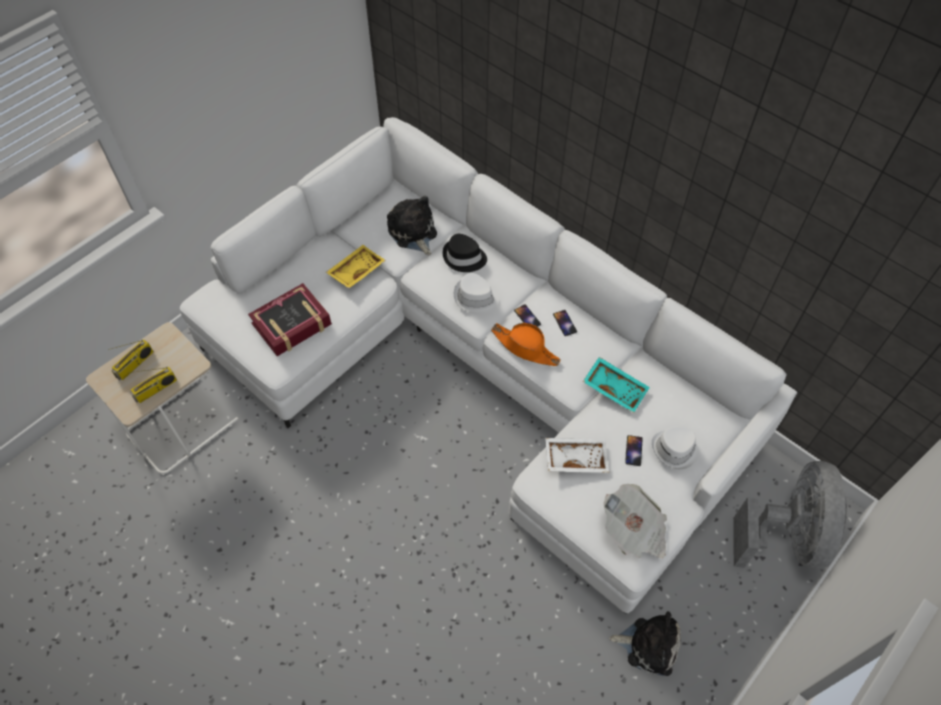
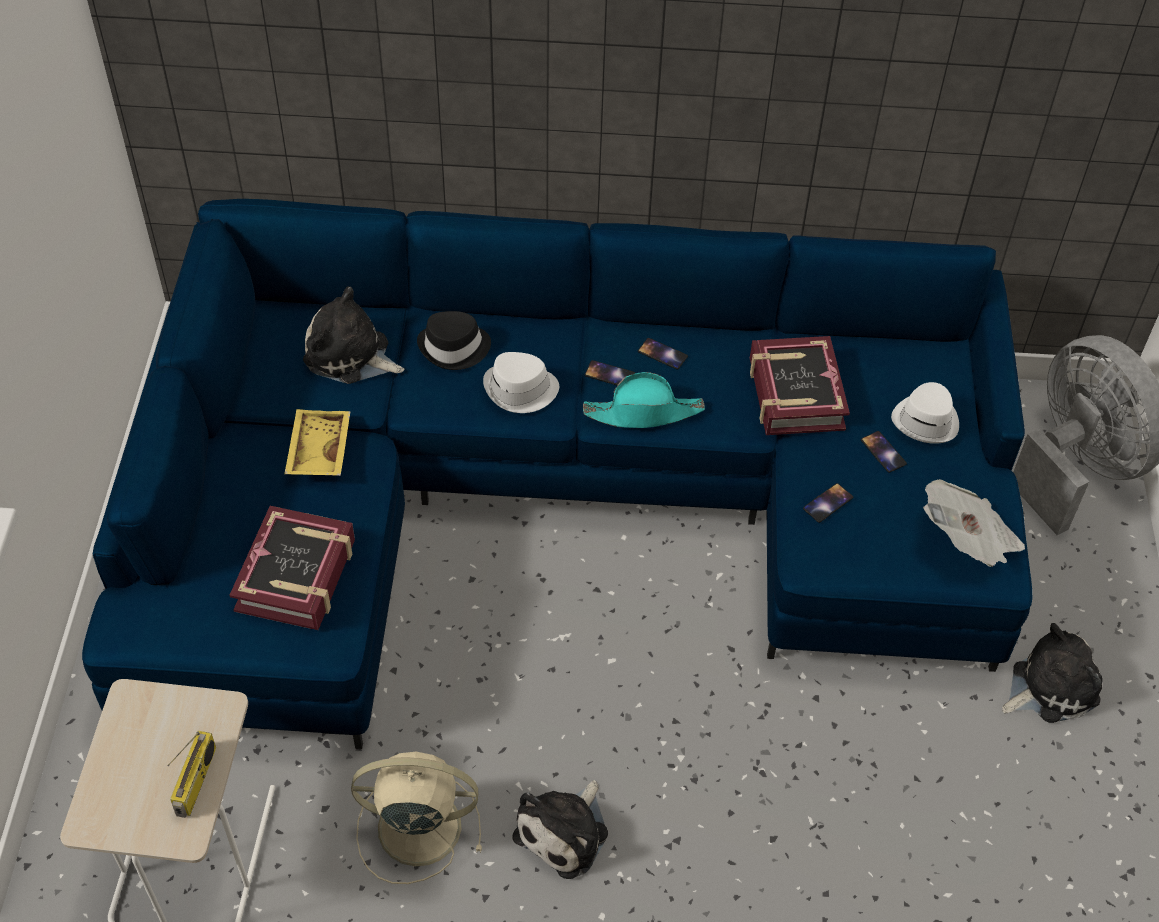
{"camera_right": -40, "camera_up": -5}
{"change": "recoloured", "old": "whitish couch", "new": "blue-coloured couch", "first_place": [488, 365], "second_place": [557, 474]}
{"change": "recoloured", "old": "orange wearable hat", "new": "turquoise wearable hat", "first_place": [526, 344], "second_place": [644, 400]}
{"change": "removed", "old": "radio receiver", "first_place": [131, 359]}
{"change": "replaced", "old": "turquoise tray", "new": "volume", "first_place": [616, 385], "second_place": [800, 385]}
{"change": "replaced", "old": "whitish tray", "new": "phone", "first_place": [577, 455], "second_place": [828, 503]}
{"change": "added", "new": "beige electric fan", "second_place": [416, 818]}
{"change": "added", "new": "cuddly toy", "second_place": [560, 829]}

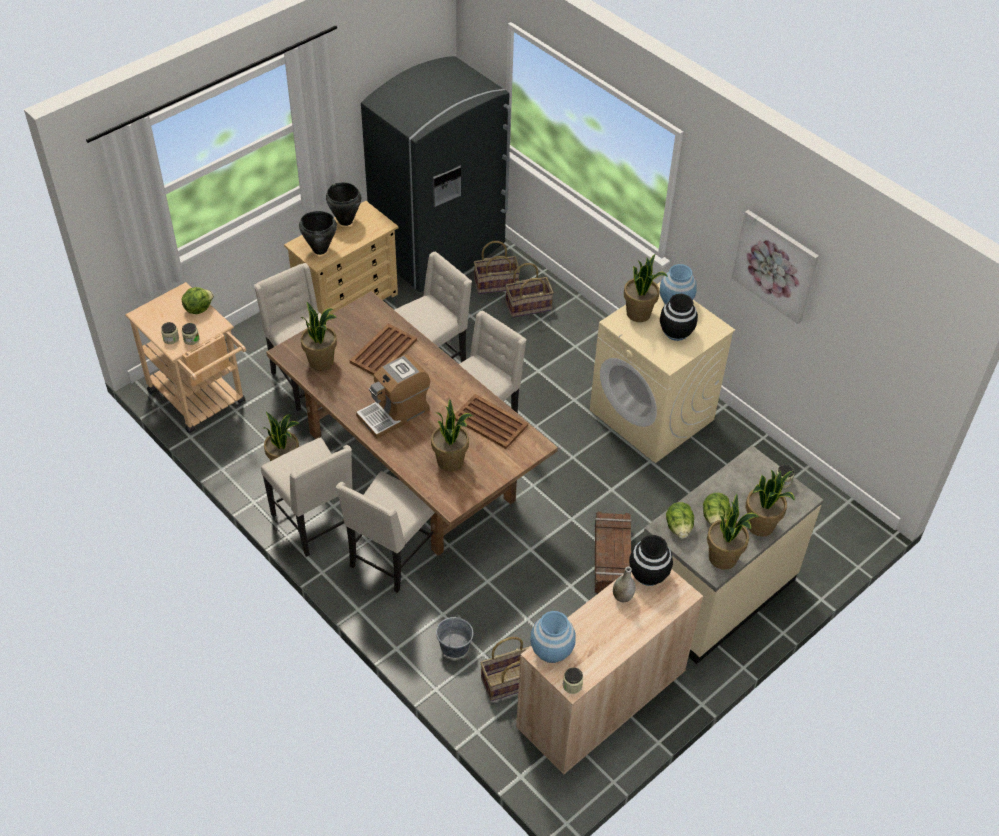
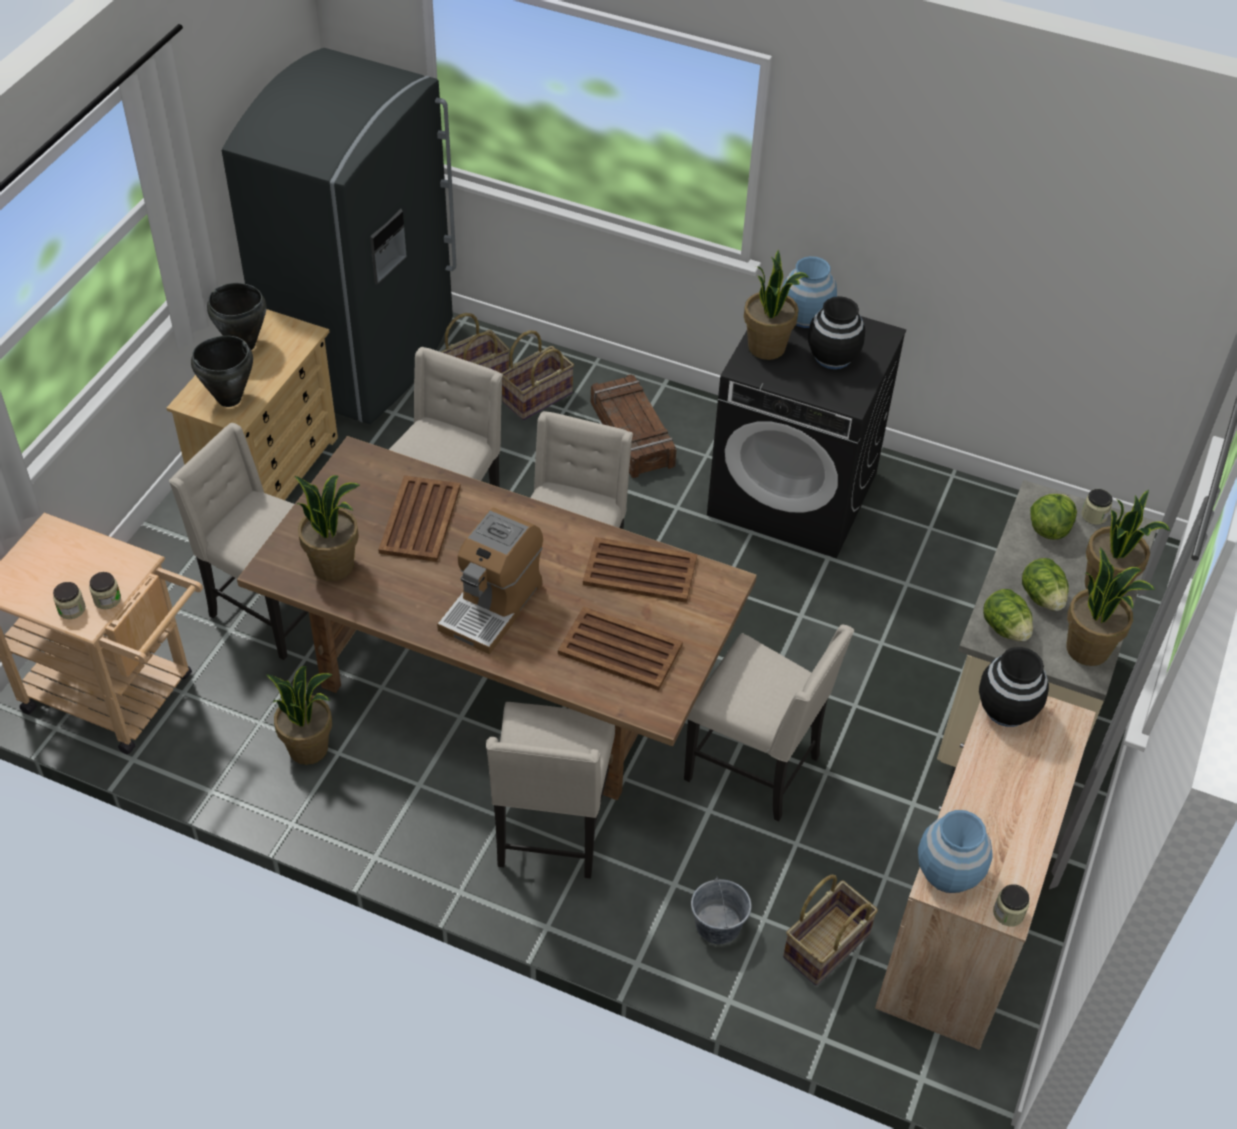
{"camera_right": -25, "camera_up": 0}
{"change": "removed", "old": "wall picture", "first_place": [775, 267]}
{"change": "recoloured", "old": "beige laundry machine", "new": "blackish laundry machine", "first_place": [662, 372], "second_place": [806, 437]}
{"change": "moved", "old": "lettuce head", "first_place": [198, 300], "second_place": [1054, 517]}
{"change": "replaced", "old": "potted plant", "new": "brown-coloured tray", "first_place": [452, 435], "second_place": [620, 648]}
{"change": "moved", "old": "beige plain chair", "first_place": [307, 497], "second_place": [769, 723]}
{"change": "moved", "old": "packing crate", "first_place": [612, 552], "second_place": [633, 426]}
{"change": "removed", "old": "grey flower vase", "first_place": [624, 584]}

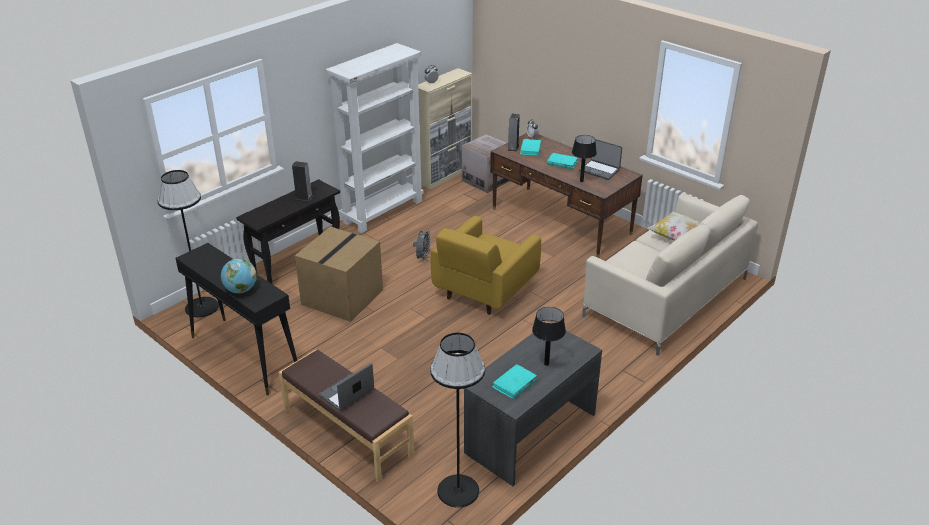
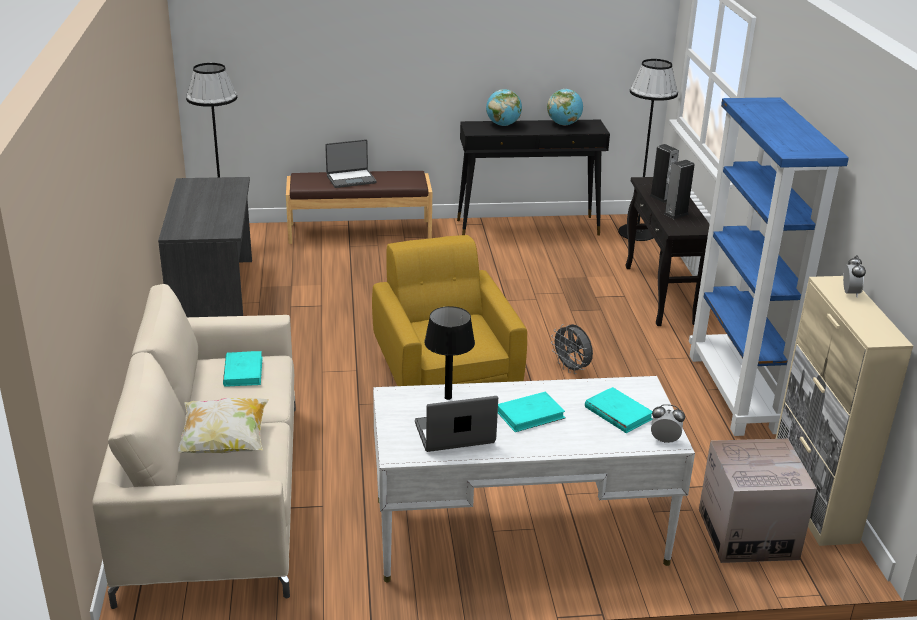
{"camera_right": 130, "camera_up": -5}
{"change": "recoloured", "old": "whitish bookshelf", "new": "blue-coloured bookshelf", "first_place": [374, 138], "second_place": [769, 266]}
{"change": "moved", "old": "speaker", "first_place": [514, 132], "second_place": [664, 173]}
{"change": "recoloured", "old": "brown-coloured desk", "new": "whitish desk", "first_place": [566, 195], "second_place": [534, 479]}
{"change": "removed", "old": "carton", "first_place": [339, 274]}
{"change": "removed", "old": "blackish tabletop lamp", "first_place": [549, 336]}
{"change": "turned", "old": "portable computer", "first_place": [346, 387], "second_place": [351, 163], "degrees": 75}
{"change": "moved", "old": "turquoise volume", "first_place": [514, 381], "second_place": [243, 369]}
{"change": "added", "new": "desk globe", "second_place": [565, 107]}

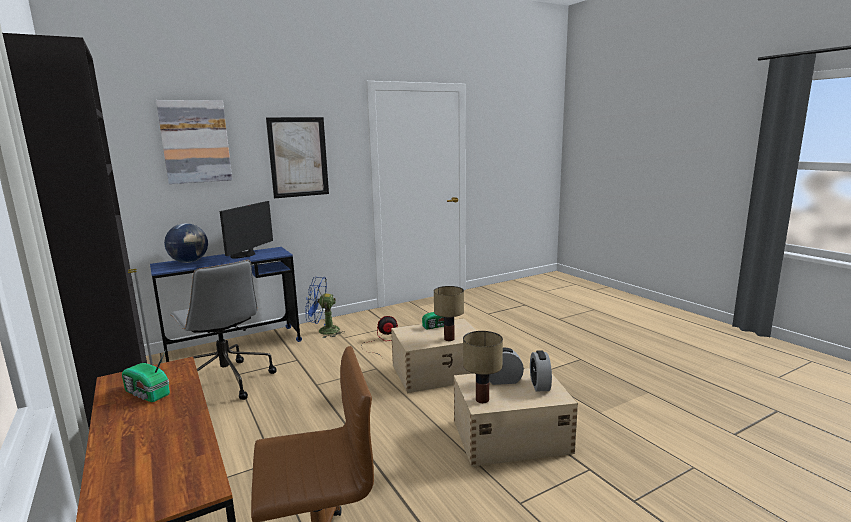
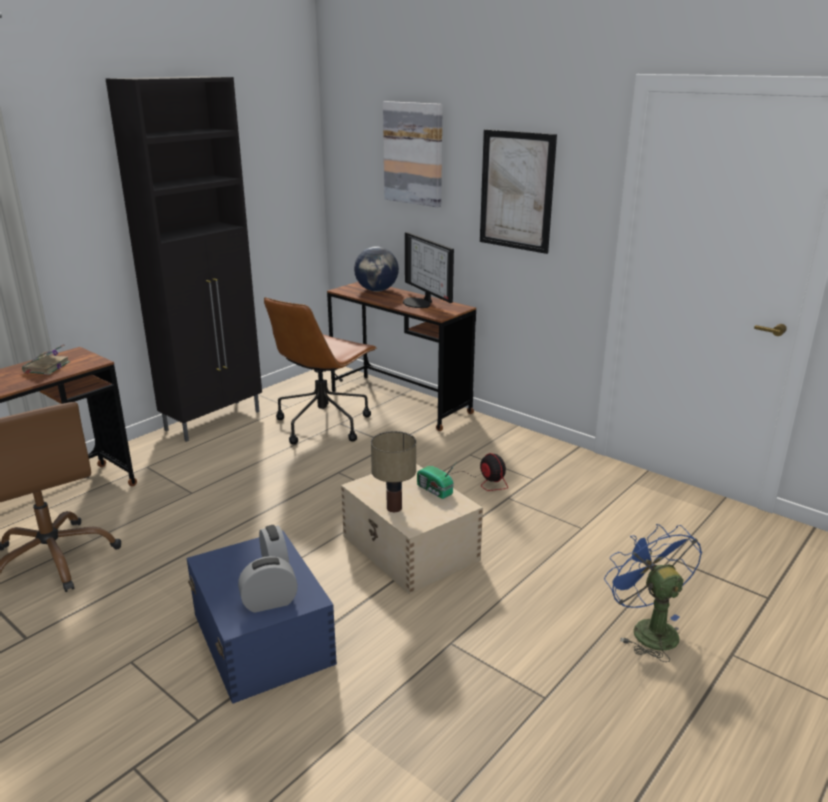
{"camera_right": 70, "camera_up": 10}
{"change": "turned", "old": "computer display", "first_place": [246, 230], "second_place": [428, 270], "degrees": -120}
{"change": "recoloured", "old": "blue-coloured desk", "new": "brown-coloured desk", "first_place": [226, 304], "second_place": [401, 356]}
{"change": "recoloured", "old": "grey desk chair", "new": "brown-coloured desk chair", "first_place": [223, 330], "second_place": [320, 371]}
{"change": "moved", "old": "blue-coloured electric fan", "first_place": [325, 307], "second_place": [653, 593]}
{"change": "removed", "old": "tabletop lamp", "first_place": [483, 367]}
{"change": "replaced", "old": "radio receiver", "new": "volume", "first_place": [146, 376], "second_place": [46, 359]}
{"change": "recoloured", "old": "beige storage bin", "new": "blue-coloured storage bin", "first_place": [516, 417], "second_place": [261, 617]}

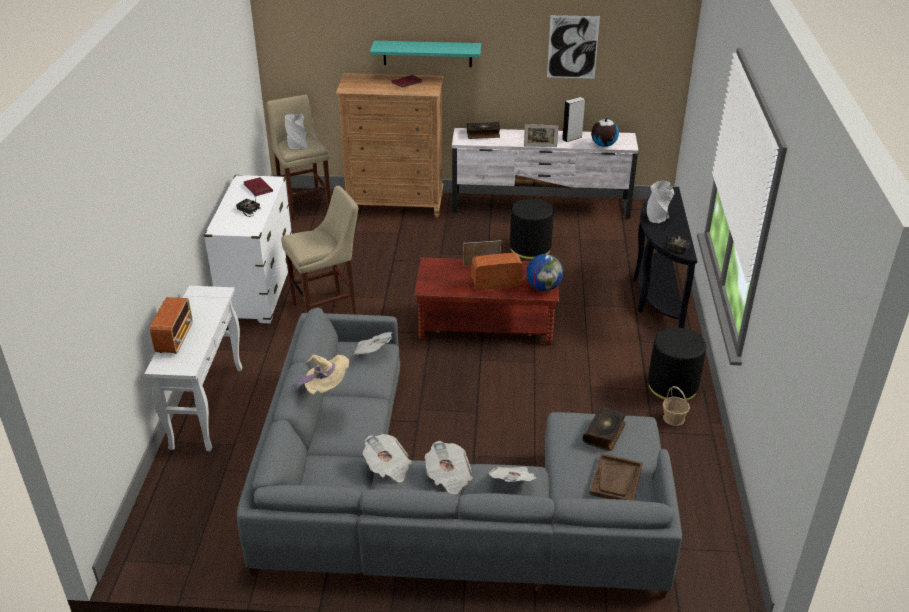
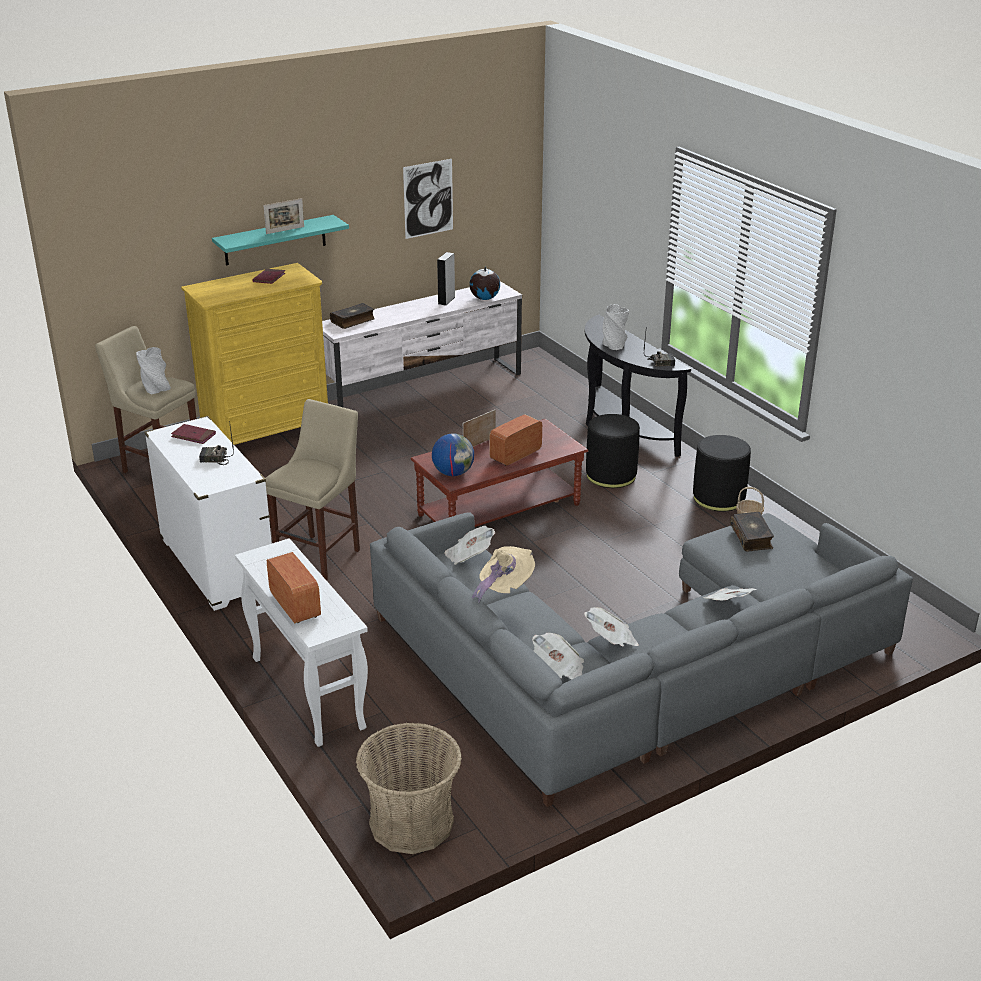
{"camera_right": -35, "camera_up": -5}
{"change": "recoloured", "old": "brown-coloured chest of drawers", "new": "yellow-coloured chest of drawers", "first_place": [389, 145], "second_place": [254, 354]}
{"change": "moved", "old": "picture frame", "first_place": [541, 135], "second_place": [283, 216]}
{"change": "moved", "old": "blackish footrest", "first_place": [532, 229], "second_place": [613, 451]}
{"change": "moved", "old": "desk globe", "first_place": [544, 272], "second_place": [453, 455]}
{"change": "moved", "old": "printed paper", "first_place": [449, 468], "second_place": [558, 656]}
{"change": "removed", "old": "brown-coloured tray", "first_place": [616, 477]}
{"change": "added", "new": "household basket", "second_place": [409, 788]}

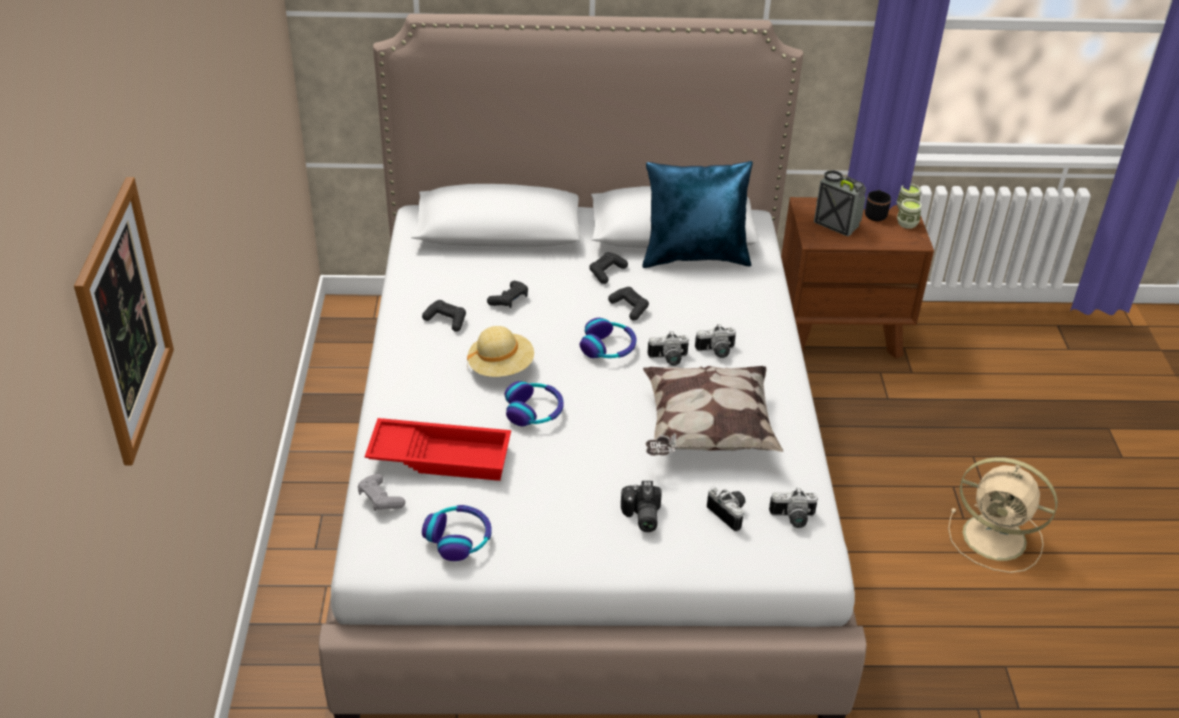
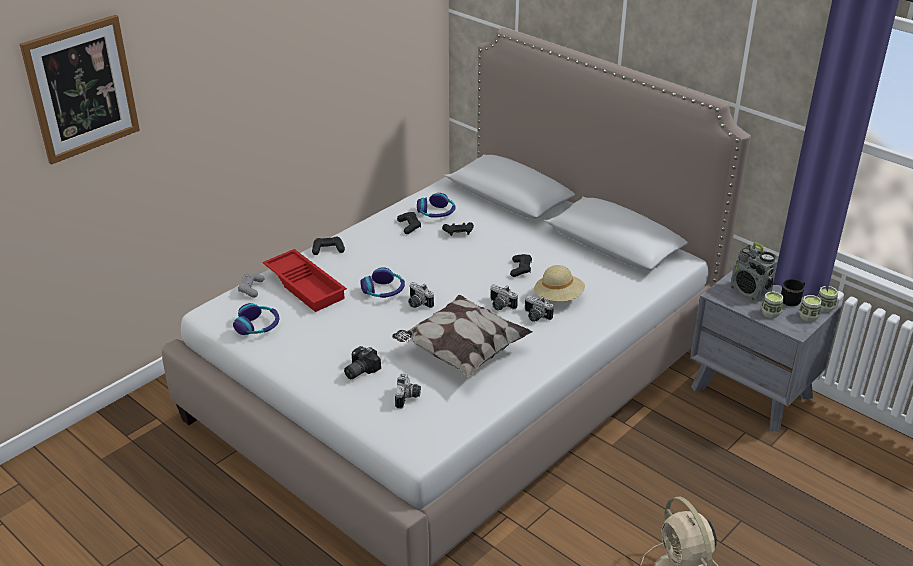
{"camera_right": 45, "camera_up": -5}
{"change": "removed", "old": "blue-coloured cushion", "first_place": [697, 214]}
{"change": "turned", "old": "radio receiver", "first_place": [840, 203], "second_place": [754, 272], "degrees": 150}
{"change": "recoloured", "old": "brown-coloured night table", "new": "grey night table", "first_place": [857, 278], "second_place": [766, 351]}
{"change": "moved", "old": "blackish gamepad", "first_place": [608, 268], "second_place": [328, 245]}
{"change": "moved", "old": "headset", "first_place": [608, 338], "second_place": [436, 205]}
{"change": "moved", "old": "beige wearable hat", "first_place": [500, 351], "second_place": [559, 283]}
{"change": "moved", "old": "still camera", "first_place": [793, 508], "second_place": [421, 295]}
{"change": "added", "new": "cup", "second_place": [772, 304]}

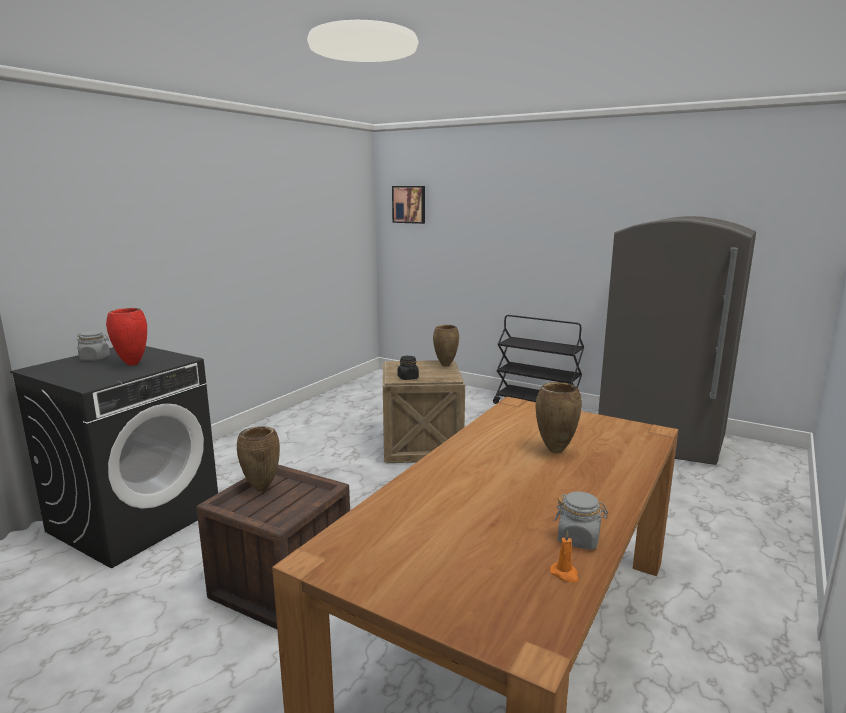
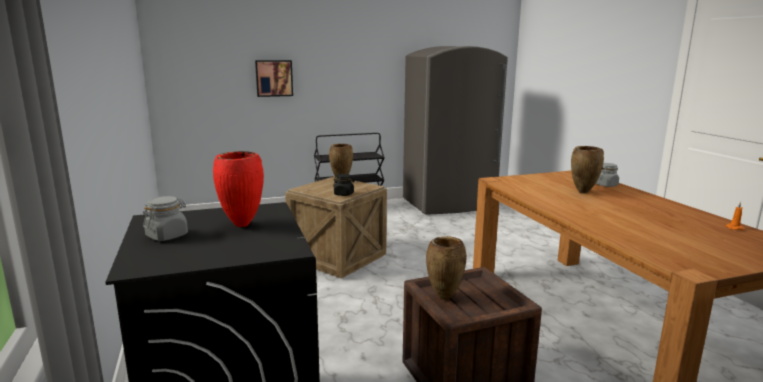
{"camera_right": -50, "camera_up": 0}
{"change": "moved", "old": "wall picture", "first_place": [408, 205], "second_place": [274, 78]}
{"change": "moved", "old": "grey jar", "first_place": [581, 520], "second_place": [607, 175]}

